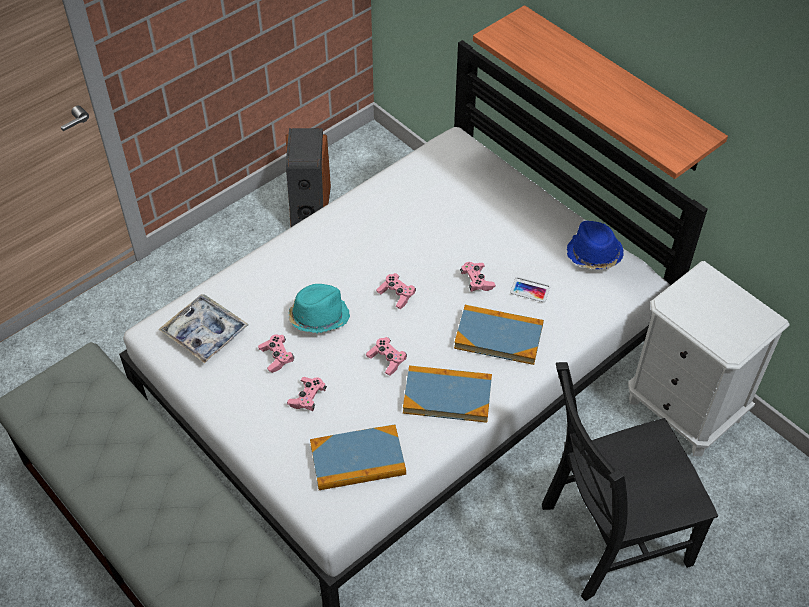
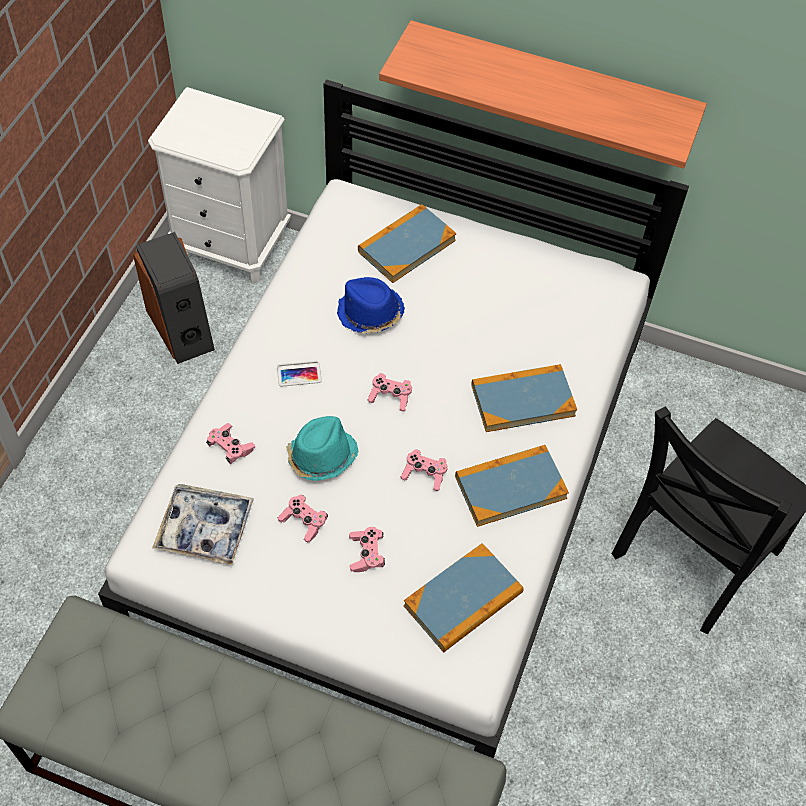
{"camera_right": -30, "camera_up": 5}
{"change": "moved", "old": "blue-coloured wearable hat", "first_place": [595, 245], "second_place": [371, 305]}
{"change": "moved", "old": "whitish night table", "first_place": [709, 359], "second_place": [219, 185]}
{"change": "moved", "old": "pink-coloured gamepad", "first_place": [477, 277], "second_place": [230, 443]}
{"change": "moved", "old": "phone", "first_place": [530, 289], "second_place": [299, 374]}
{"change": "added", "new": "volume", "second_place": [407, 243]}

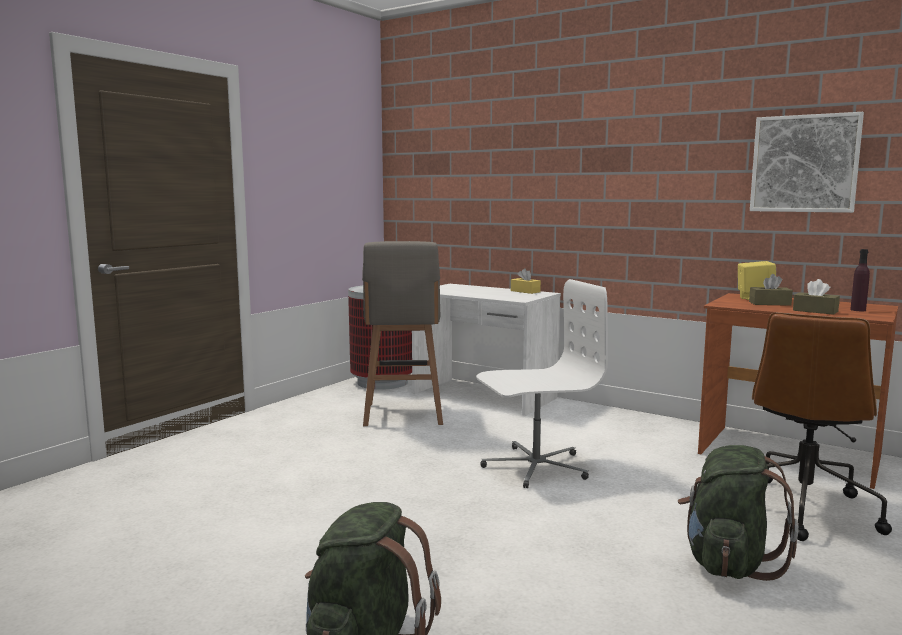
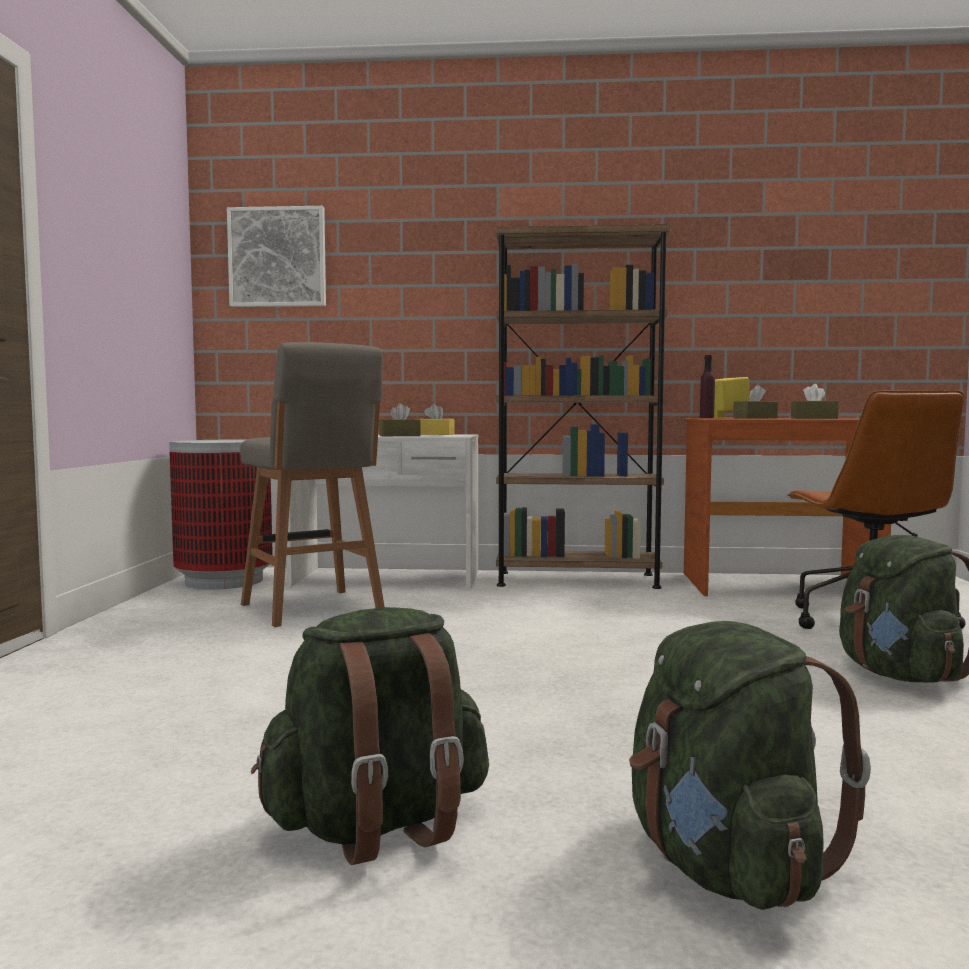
{"camera_right": -30, "camera_up": -5}
{"change": "moved", "old": "wall picture", "first_place": [807, 162], "second_place": [276, 256]}
{"change": "moved", "old": "purple-coloured drink bottle", "first_place": [860, 280], "second_place": [707, 386]}
{"change": "removed", "old": "whitish desk chair", "first_place": [542, 383]}
{"change": "added", "new": "brown-coloured bookshelf", "second_place": [583, 406]}
{"change": "added", "new": "brown-coloured tissue holder", "second_place": [400, 419]}
{"change": "added", "new": "green-coloured backpack", "second_place": [370, 736]}

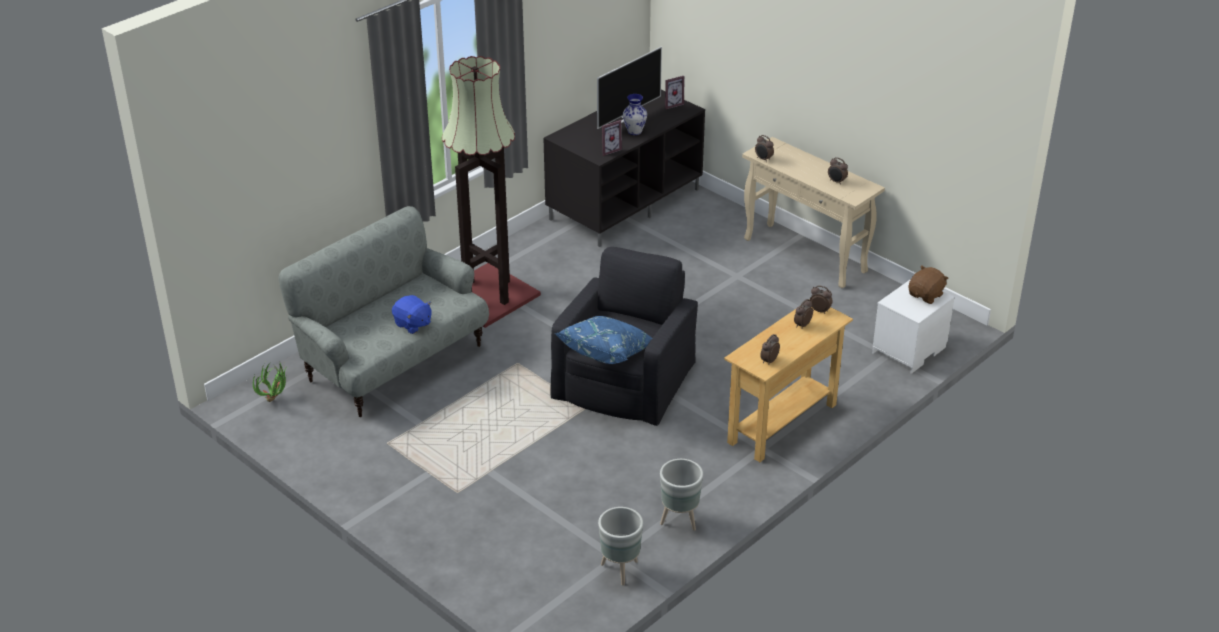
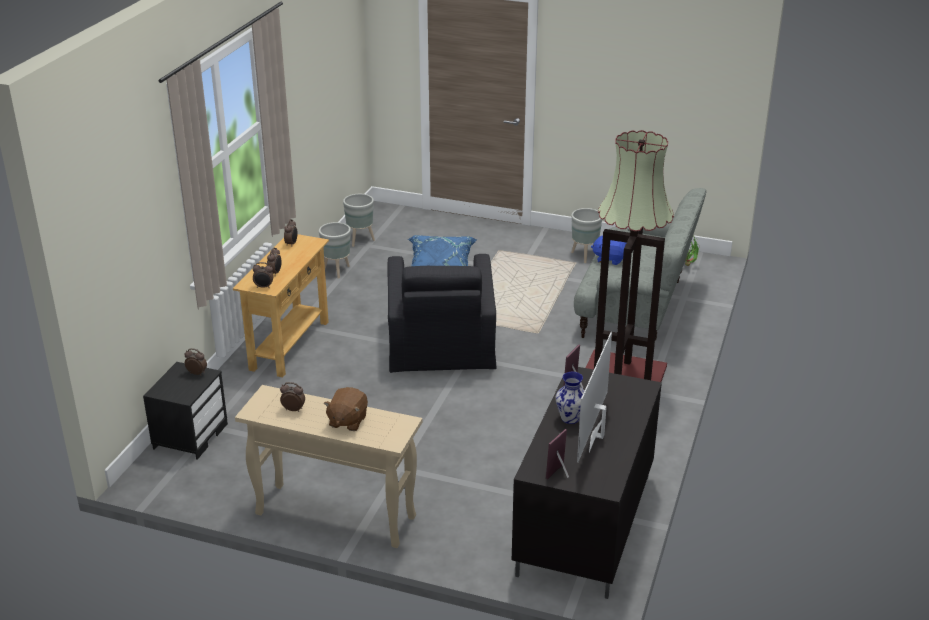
{"camera_right": 155, "camera_up": -5}
{"change": "moved", "old": "table clock", "first_place": [764, 148], "second_place": [195, 362]}
{"change": "moved", "old": "brown-coloured cuddly toy", "first_place": [929, 284], "second_place": [346, 409]}
{"change": "recoloured", "old": "whitish night table", "new": "blackish night table", "first_place": [913, 326], "second_place": [185, 411]}
{"change": "added", "new": "grey planter", "second_place": [586, 235]}

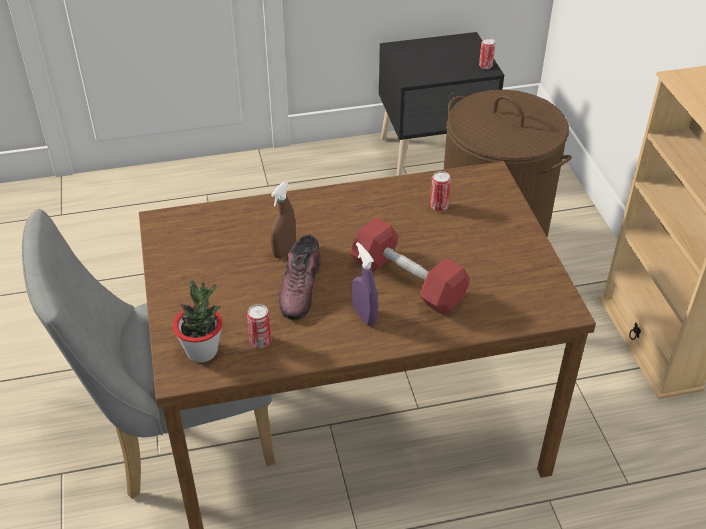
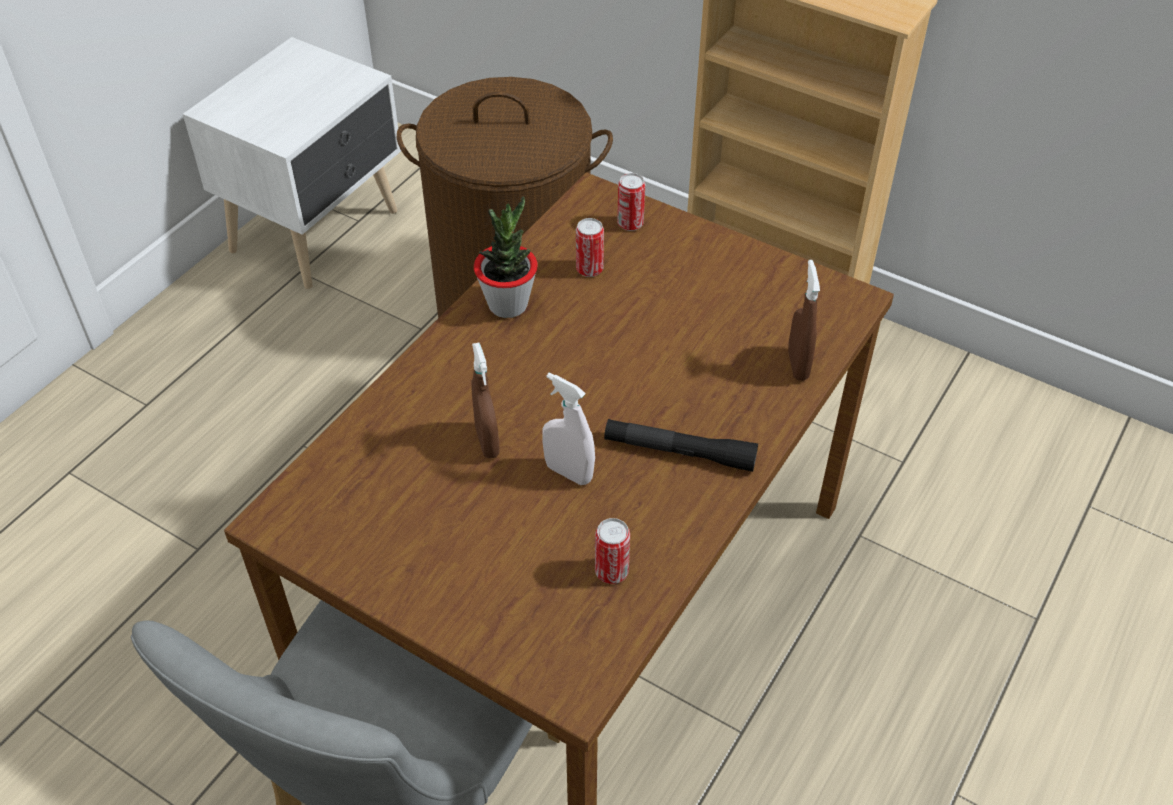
{"camera_right": -45, "camera_up": 5}
{"change": "recoloured", "old": "blackish night table", "new": "whitish night table", "first_place": [441, 104], "second_place": [292, 163]}
{"change": "moved", "old": "sealed can", "first_place": [487, 53], "second_place": [631, 202]}
{"change": "removed", "old": "red-coloured free weight", "first_place": [410, 266]}
{"change": "replaced", "old": "shoe", "new": "whitish sprayer", "first_place": [300, 277], "second_place": [568, 429]}
{"change": "replaced", "old": "purple-coloured sprayer", "new": "blackish torch", "first_place": [365, 284], "second_place": [681, 445]}
{"change": "moved", "old": "potted plant", "first_place": [198, 321], "second_place": [506, 257]}
{"change": "added", "new": "brown-coloured sprayer", "second_place": [804, 320]}

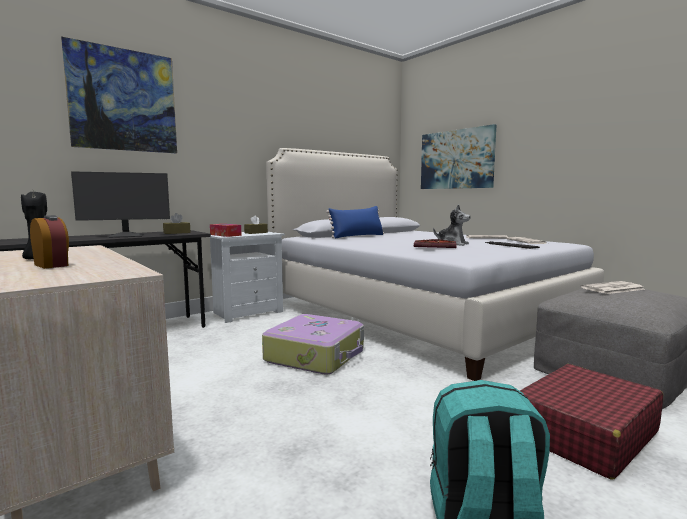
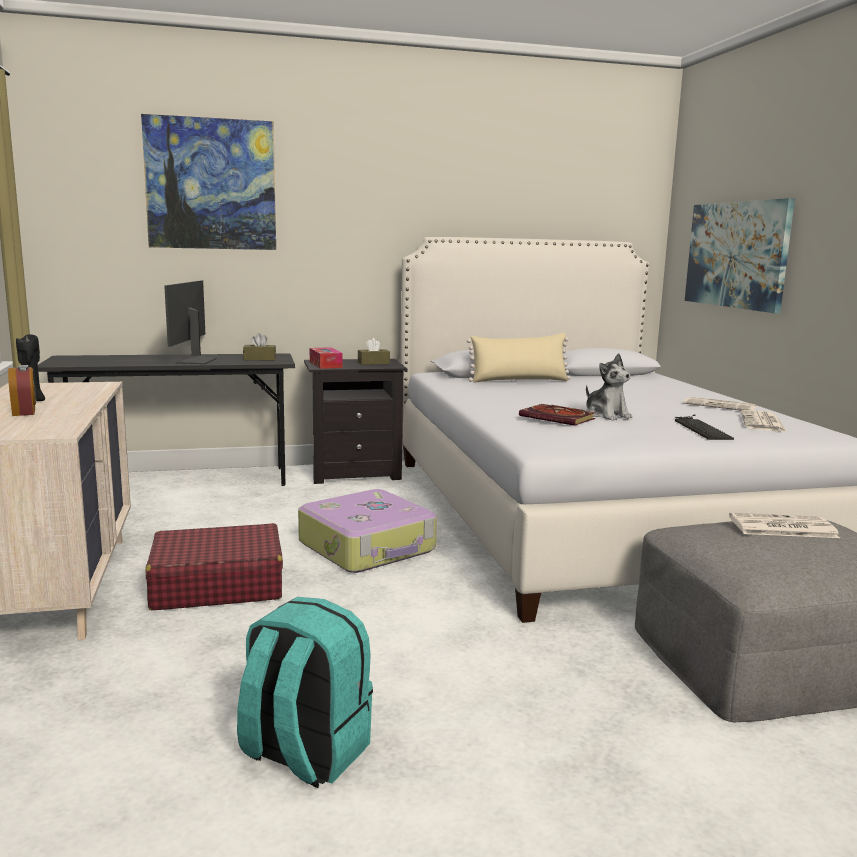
{"camera_right": 25, "camera_up": 5}
{"change": "turned", "old": "computer display", "first_place": [120, 204], "second_place": [190, 322], "degrees": 90}
{"change": "recoloured", "old": "blue-coloured cushion", "new": "beige cushion", "first_place": [355, 222], "second_place": [519, 357]}
{"change": "recoloured", "old": "whitish night table", "new": "blackish night table", "first_place": [247, 277], "second_place": [355, 421]}
{"change": "moved", "old": "red-coloured suitcase", "first_place": [591, 422], "second_place": [214, 566]}

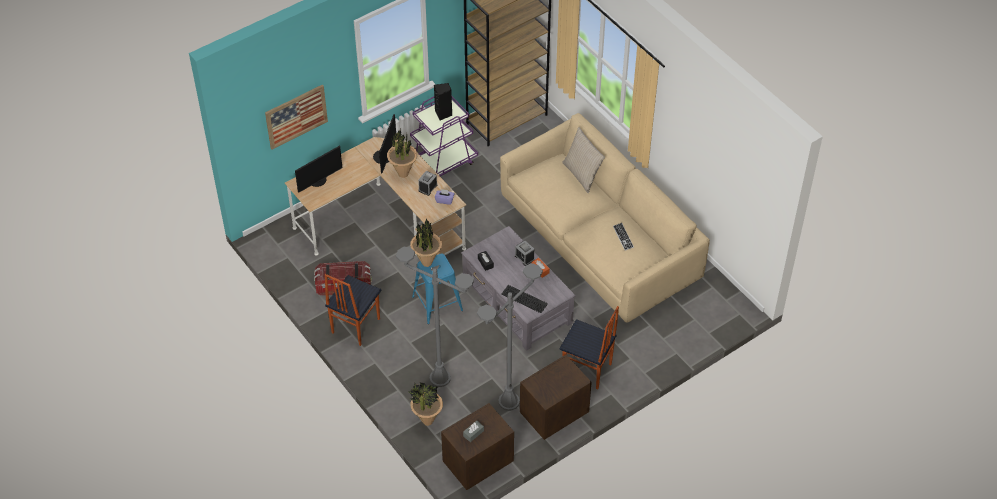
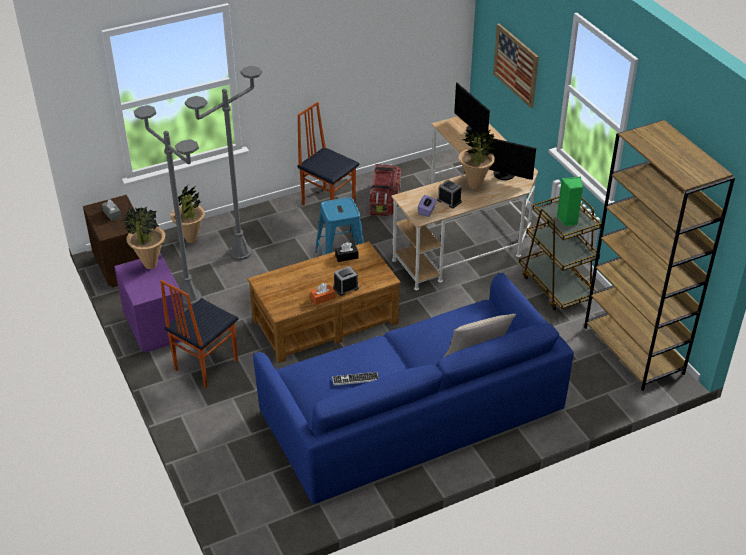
{"camera_right": 100, "camera_up": -10}
{"change": "recoloured", "old": "blackish speaker", "new": "green-coloured speaker", "first_place": [443, 102], "second_place": [570, 201]}
{"change": "recoloured", "old": "purple-coloured cart", "new": "brown-coloured cart", "first_place": [444, 136], "second_place": [560, 253]}
{"change": "recoloured", "old": "beige couch", "new": "blue-coloured couch", "first_place": [605, 218], "second_place": [413, 388]}
{"change": "moved", "old": "potted plant", "first_place": [426, 242], "second_place": [143, 238]}
{"change": "recoloured", "old": "grey low table", "new": "brown-coloured low table", "first_place": [518, 288], "second_place": [324, 302]}
{"change": "removed", "old": "computer keyboard", "first_place": [524, 299]}
{"change": "recoloured", "old": "brown-coloured night table", "new": "purple-coloured night table", "first_place": [556, 397], "second_place": [149, 303]}

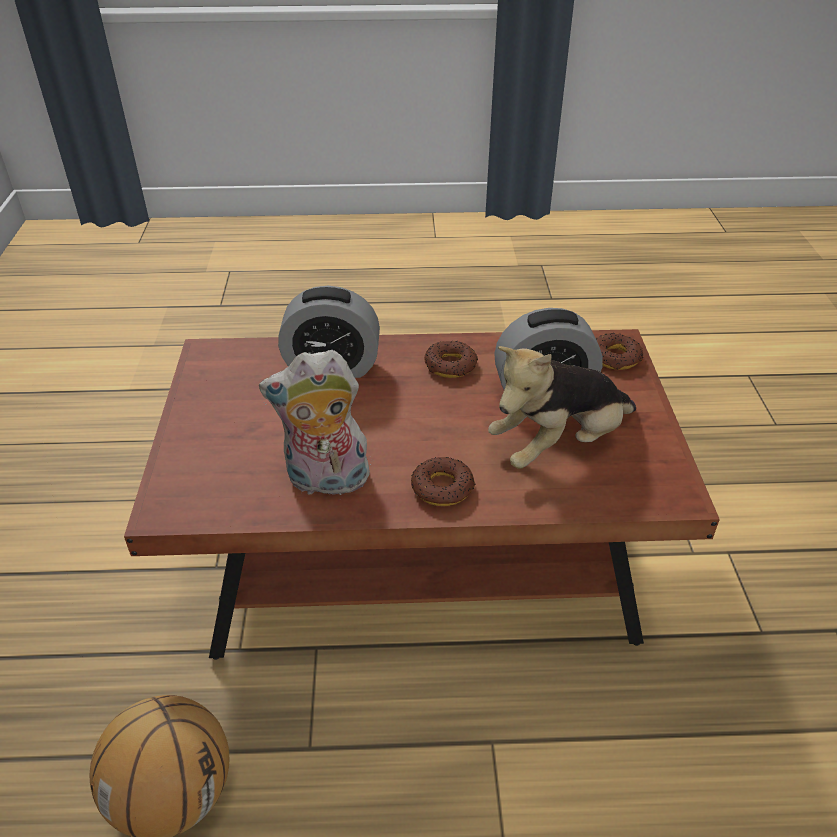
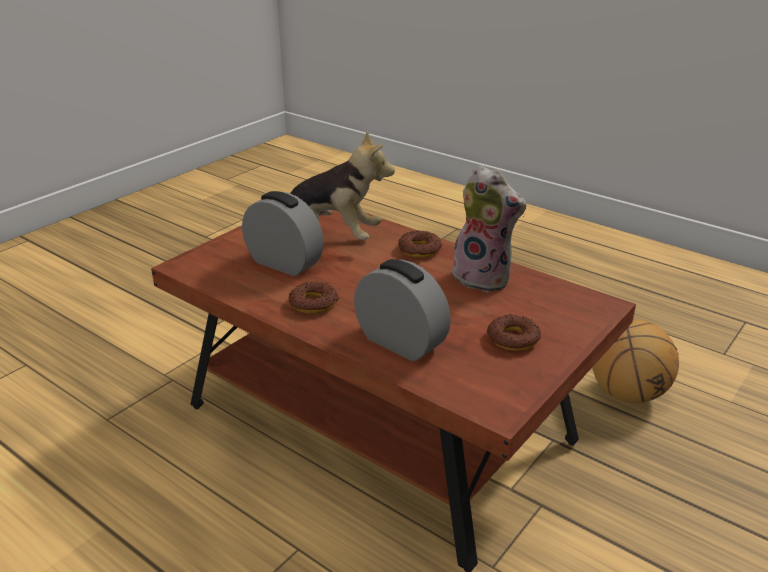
{"camera_right": -140, "camera_up": -10}
{"change": "moved", "old": "ring doughnut", "first_place": [620, 351], "second_place": [514, 333]}

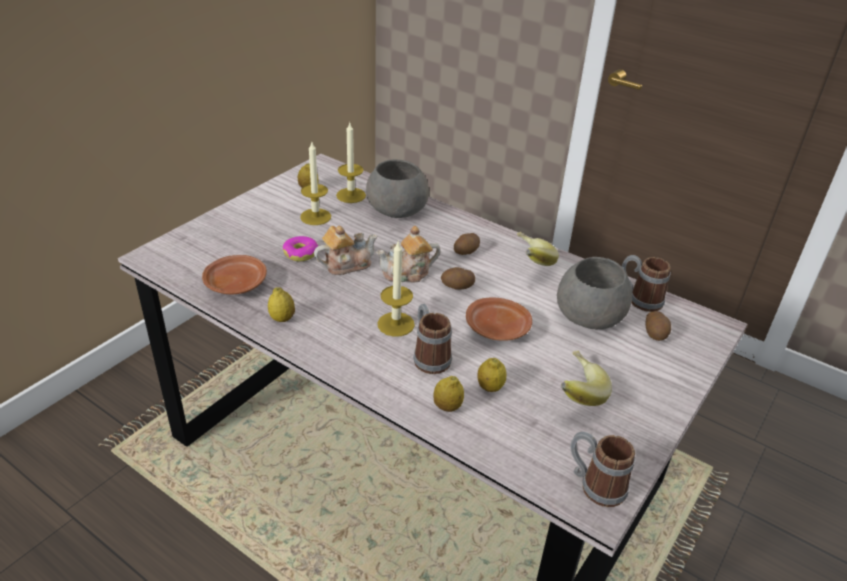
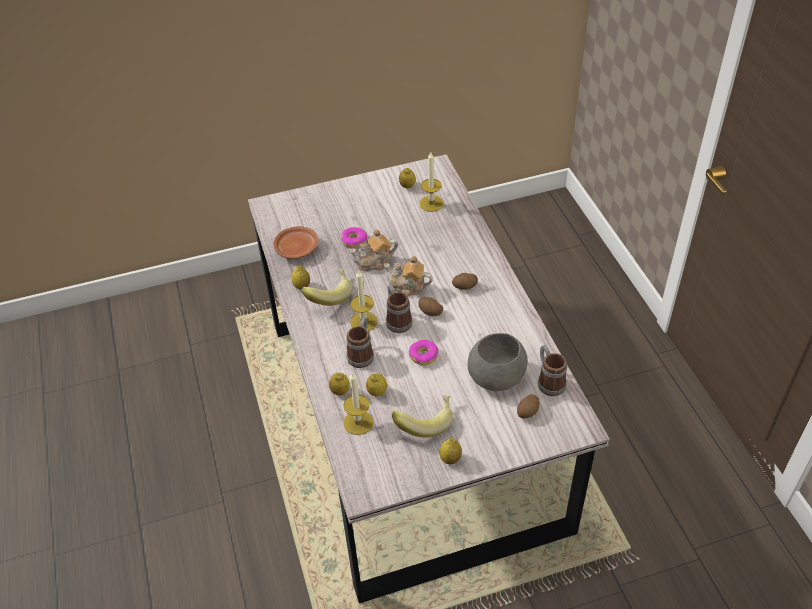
{"camera_right": 40, "camera_up": 10}
{"change": "moved", "old": "candle", "first_place": [315, 183], "second_place": [358, 403]}
{"change": "removed", "old": "grey bowl", "first_place": [397, 189]}
{"change": "turned", "old": "teapot", "first_place": [346, 250], "second_place": [373, 250], "degrees": 150}
{"change": "moved", "old": "banana fruit", "first_place": [538, 249], "second_place": [327, 287]}
{"change": "replaced", "old": "brown-coloured dinner plate", "new": "ring doughnut", "first_place": [499, 319], "second_place": [423, 352]}
{"change": "moved", "old": "coffee mug", "first_place": [602, 469], "second_place": [399, 309]}
{"change": "added", "new": "citrus fruit", "second_place": [451, 451]}

